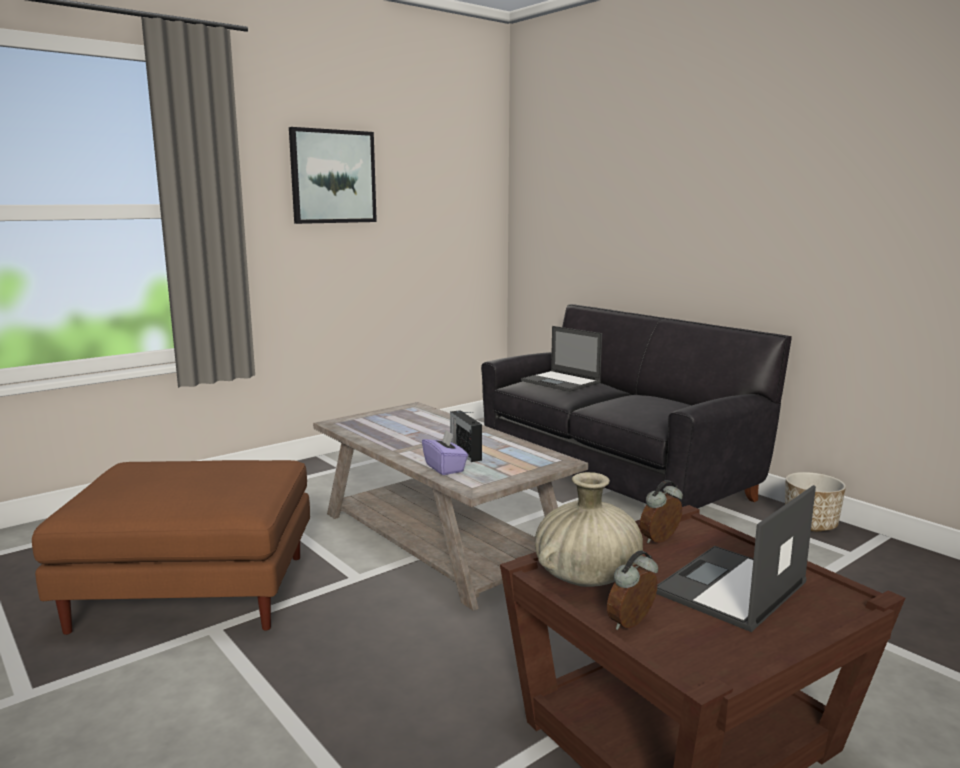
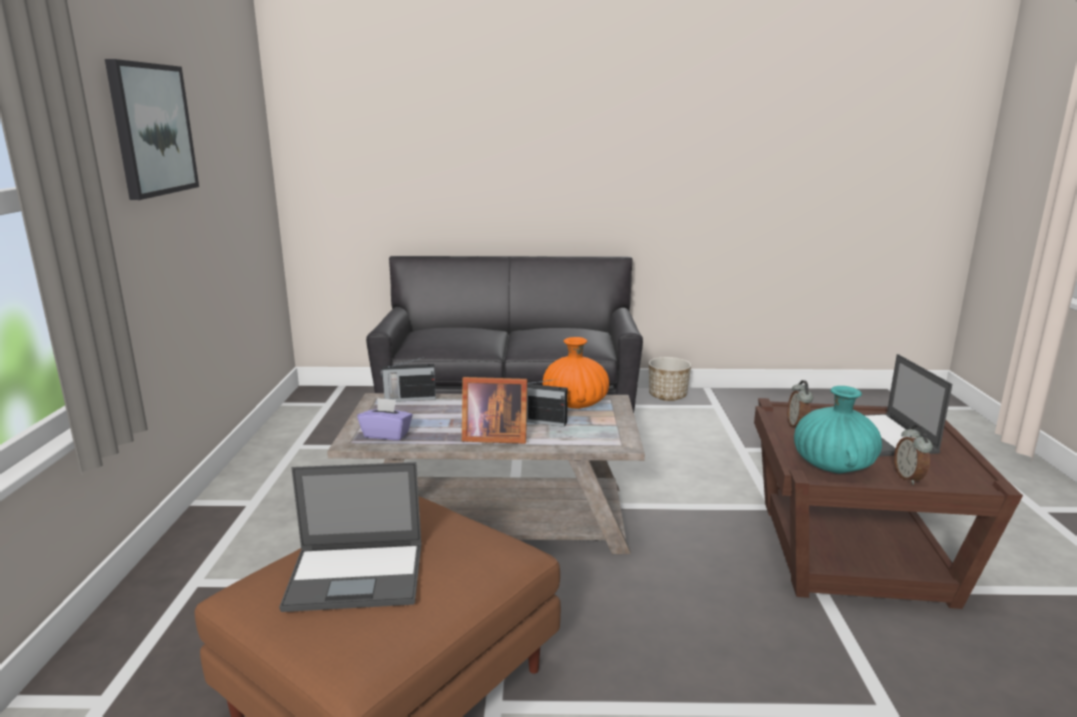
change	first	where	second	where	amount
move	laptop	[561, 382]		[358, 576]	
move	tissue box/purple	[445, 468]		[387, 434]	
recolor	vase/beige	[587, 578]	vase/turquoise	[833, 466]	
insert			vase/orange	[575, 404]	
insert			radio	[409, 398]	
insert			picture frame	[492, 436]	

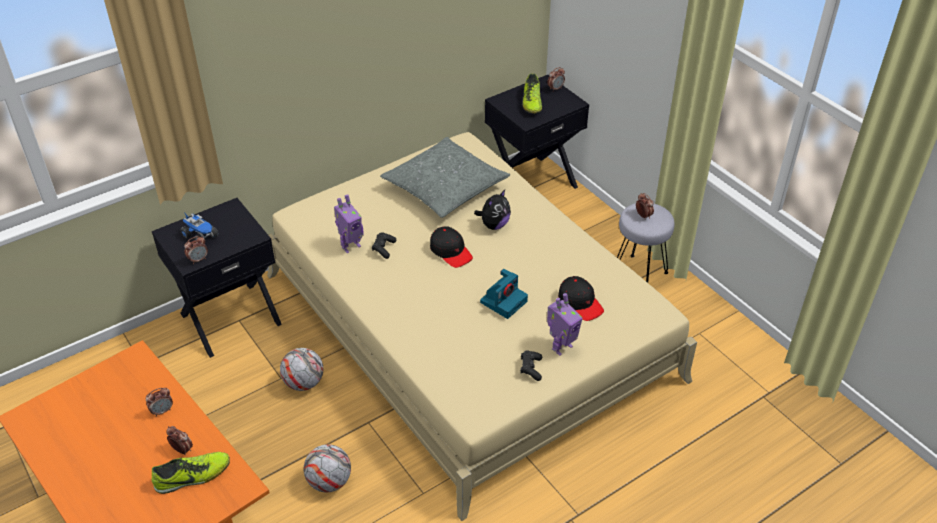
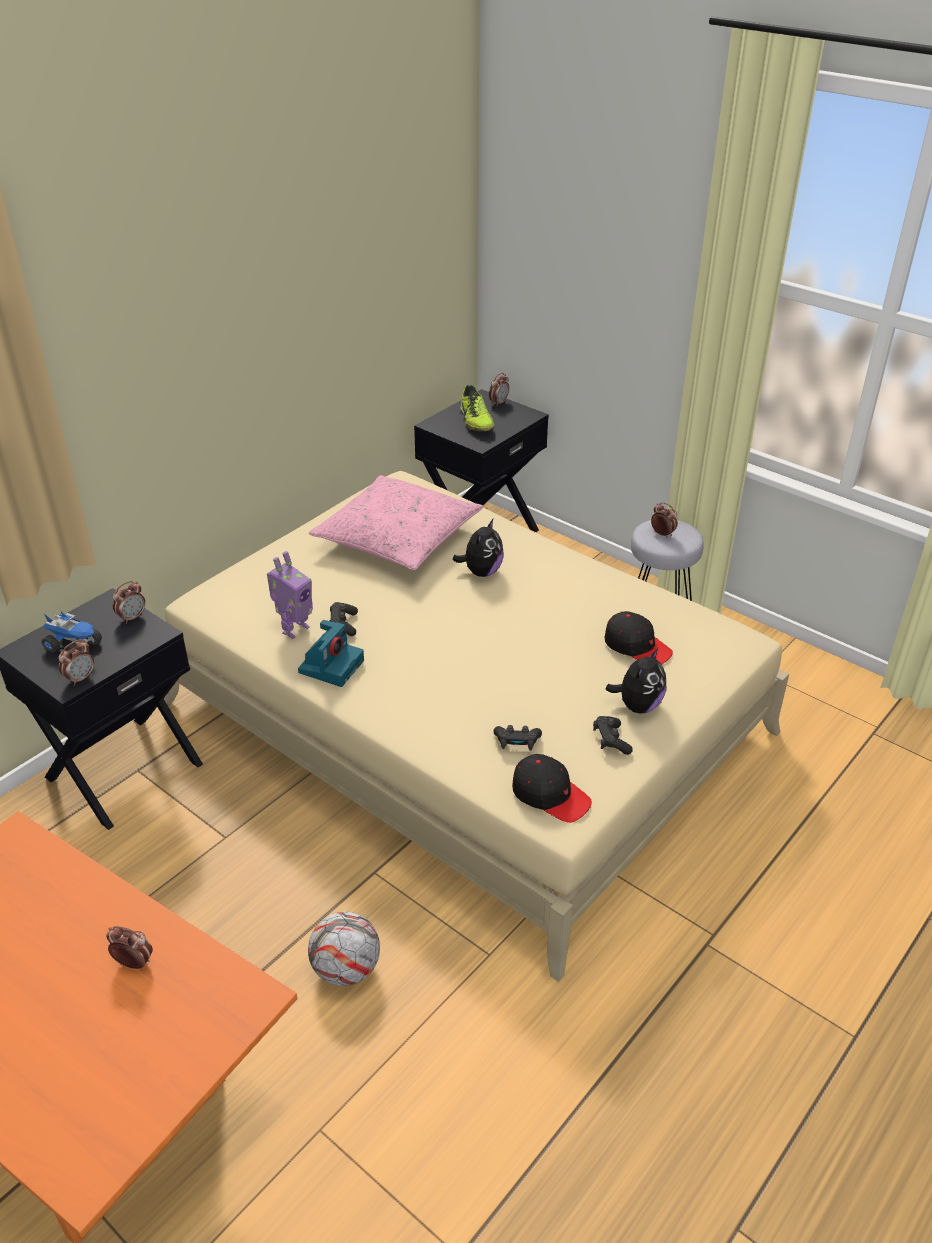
change	first	where	second	where	amount
recolor	pillow/grey	[445, 187]	pillow/pink	[397, 537]	
move	cap/black	[451, 251]		[550, 795]	
move	photo camera	[504, 301]		[331, 665]	
replace	toy robot	[561, 347]	plush toy	[638, 705]	
delete	football	[304, 383]			
move	alarm clock	[162, 411]		[132, 617]	
delete	shoe	[193, 477]			
insert			game controller/black	[517, 743]	

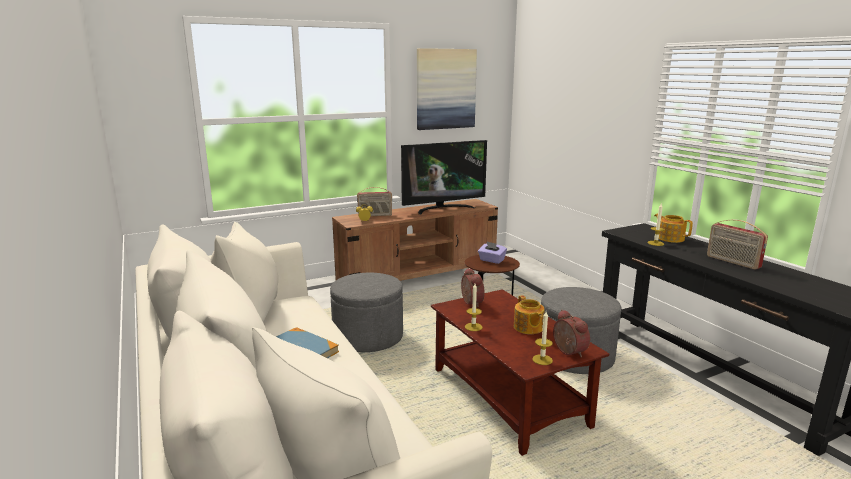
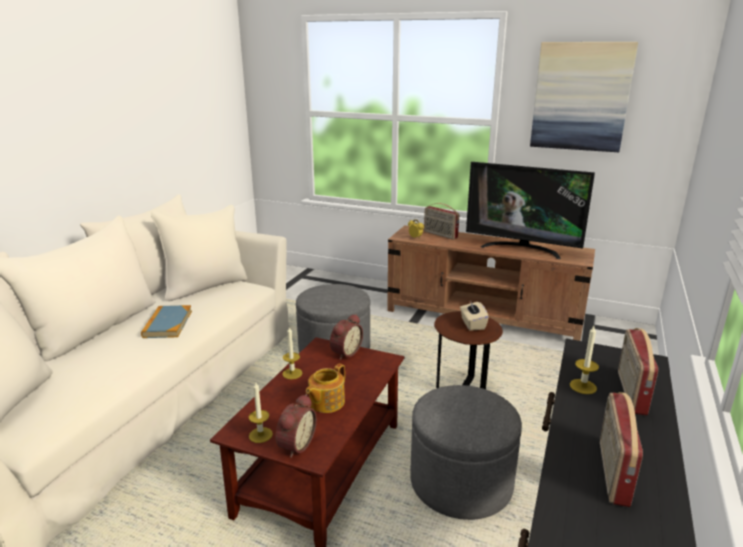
change	first	where	second	where	amount
replace	teapot	[670, 238]	radio	[630, 392]	
recolor	tissue box/purple	[491, 260]	tissue box/beige	[472, 324]	

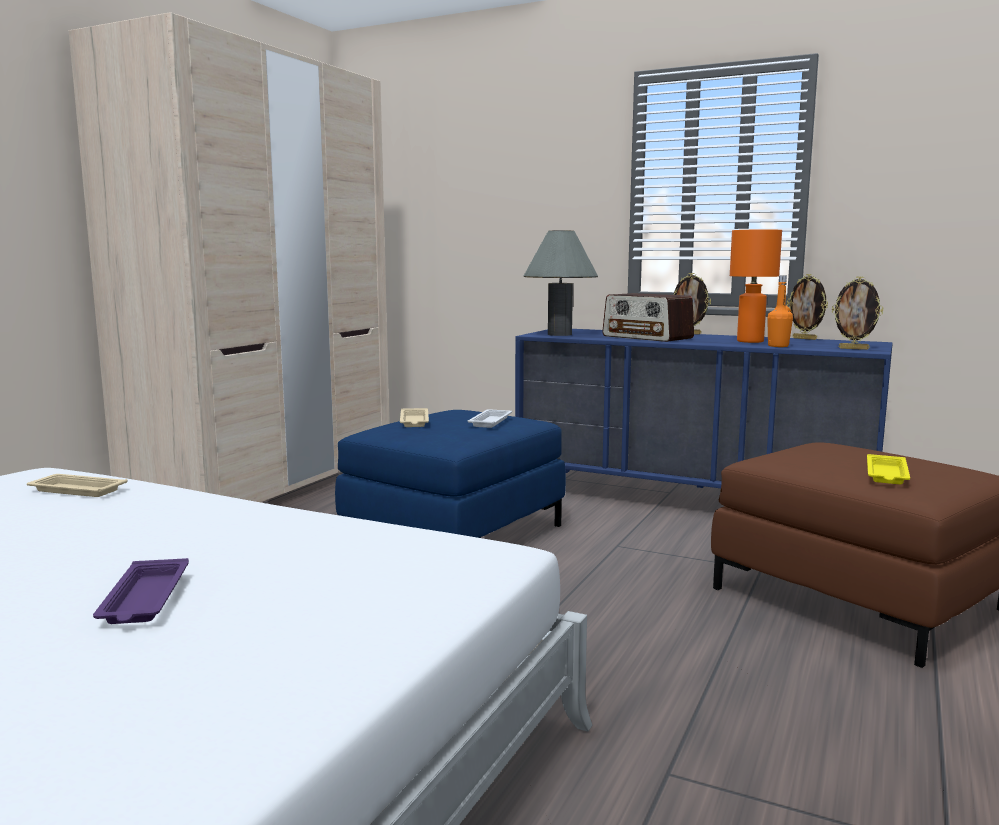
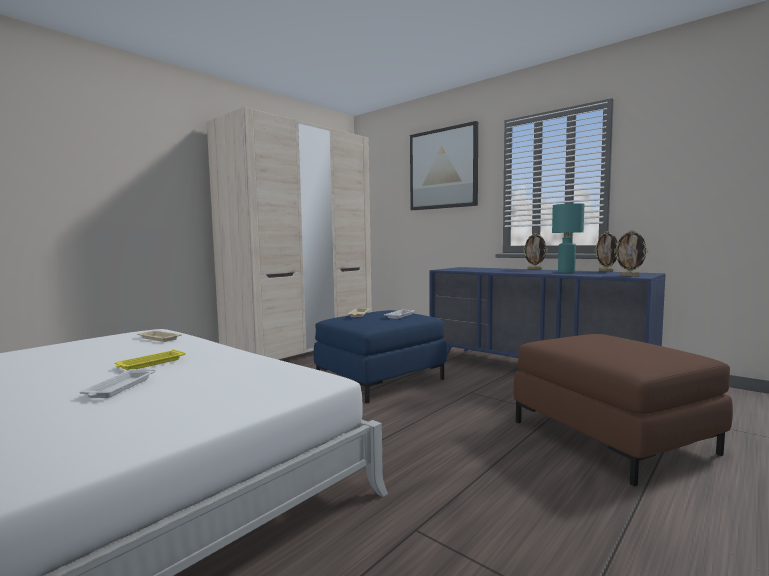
change	first	where	second	where	amount
recolor	table lamp/orange	[750, 341]	table lamp/turquoise	[566, 272]	
delete	table lamp/grey	[559, 334]			
delete	bottle/orange	[778, 346]			
delete	radio	[647, 337]			
move	tray/yellow	[886, 475]		[150, 363]	
recolor	tray/purple	[144, 599]	tray/white	[119, 387]	
insert			picture	[443, 169]	

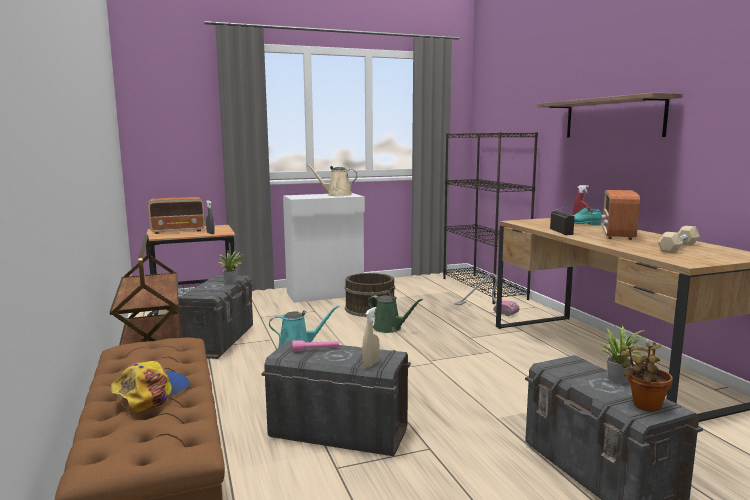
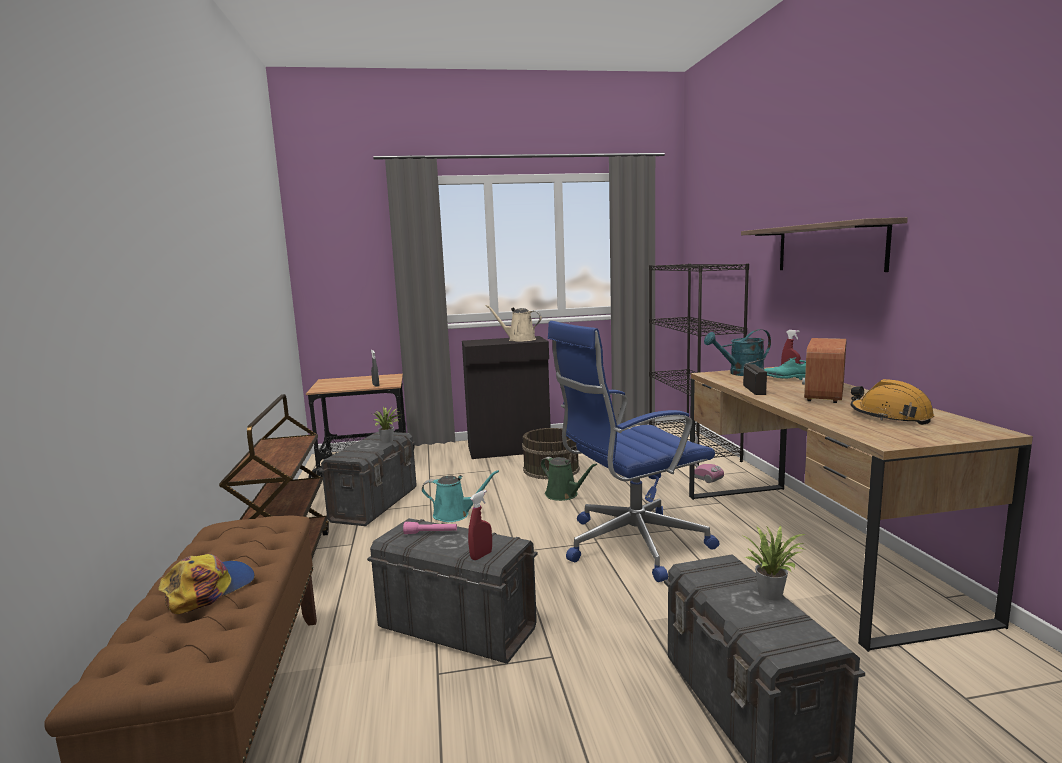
change	first	where	second	where	amount
recolor	cabinet/white	[326, 294]	cabinet/black	[509, 449]	
delete	radio	[178, 231]			
replace	dumbbell/beige	[678, 247]	hard hat/orange	[890, 416]	
recolor	spray bottle/beige	[371, 364]	spray bottle/red	[481, 555]	
delete	potted plant	[644, 405]			
insert			office chair/blue	[630, 545]	
insert			watering can/turquoise	[741, 373]	

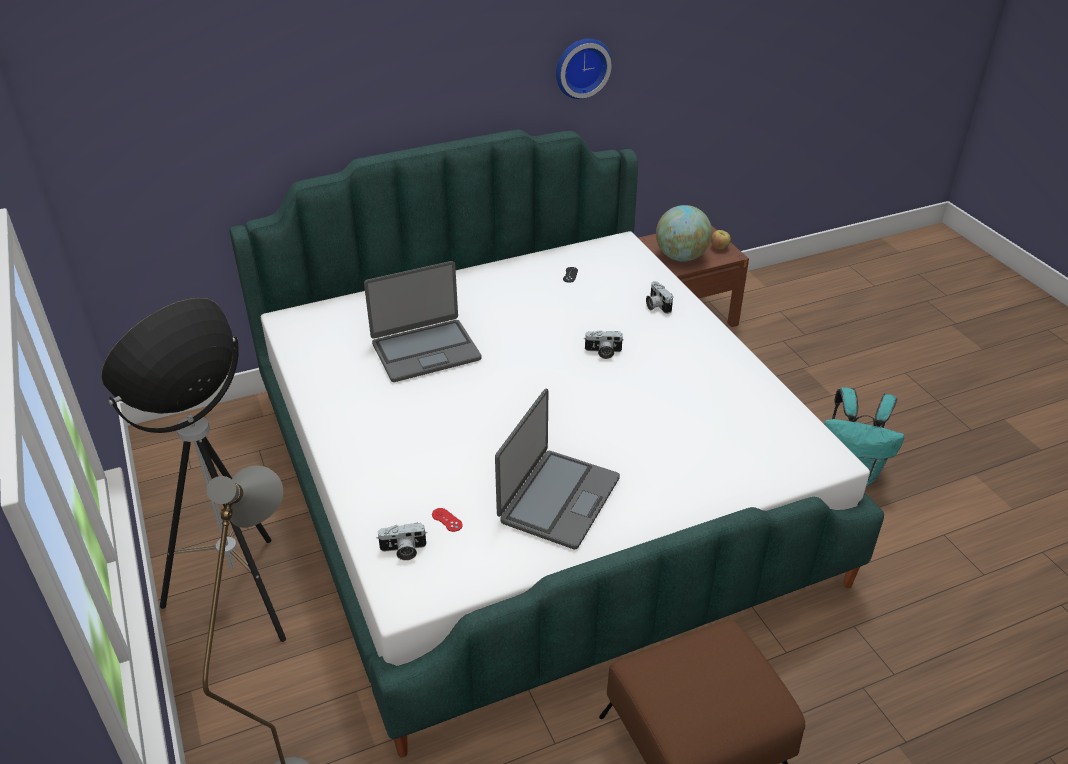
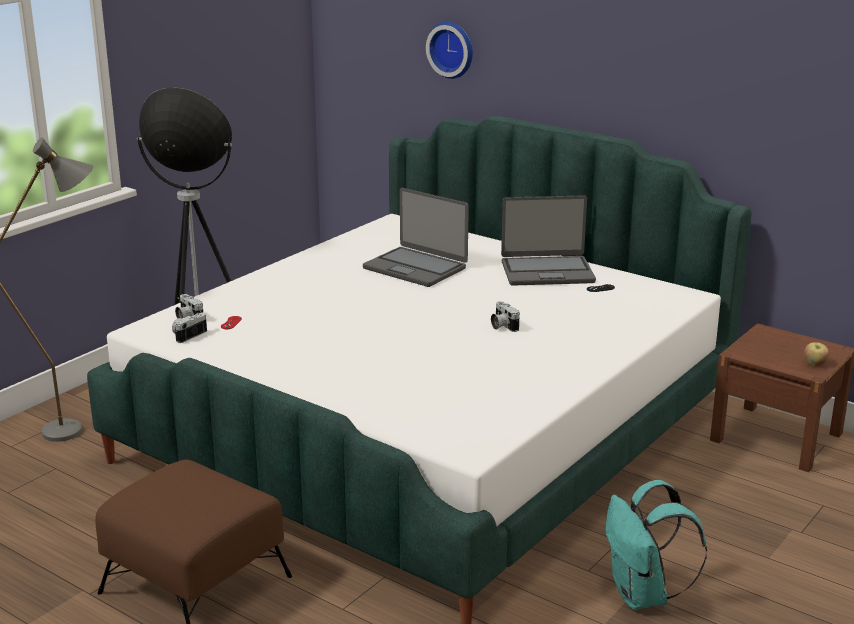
change	first	where	second	where	amount
move	wall clock	[581, 67]		[452, 49]	
delete	globe	[681, 257]			
move	photo camera	[656, 305]		[188, 335]	
move	laptop	[558, 499]		[547, 272]	

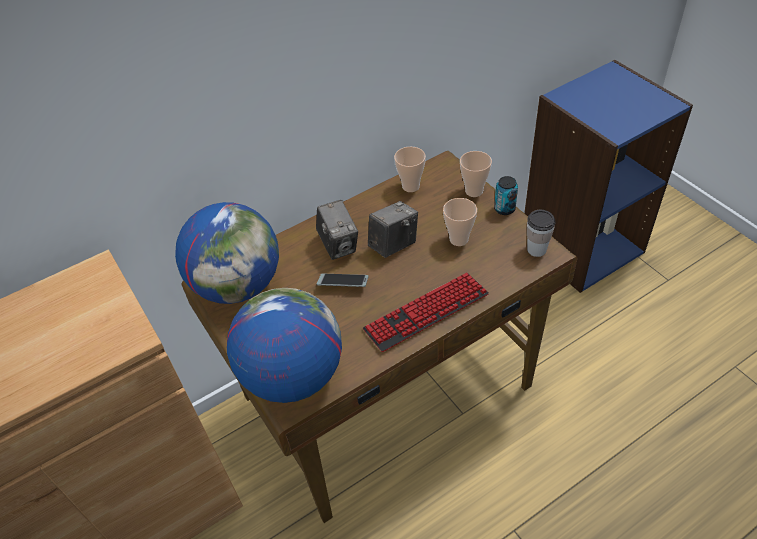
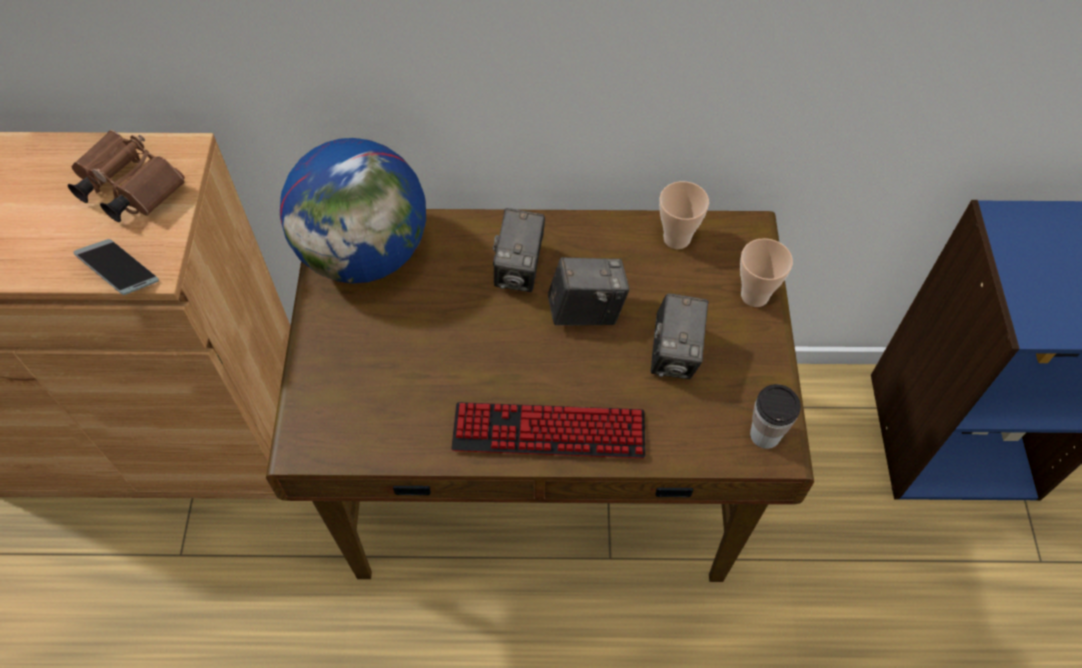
change	first	where	second	where	amount
delete	can	[504, 209]			
replace	cup	[459, 239]	photo camera	[674, 355]	
move	phone	[343, 283]		[119, 271]	
delete	globe	[292, 375]			
insert			binoculars/brown	[128, 188]	

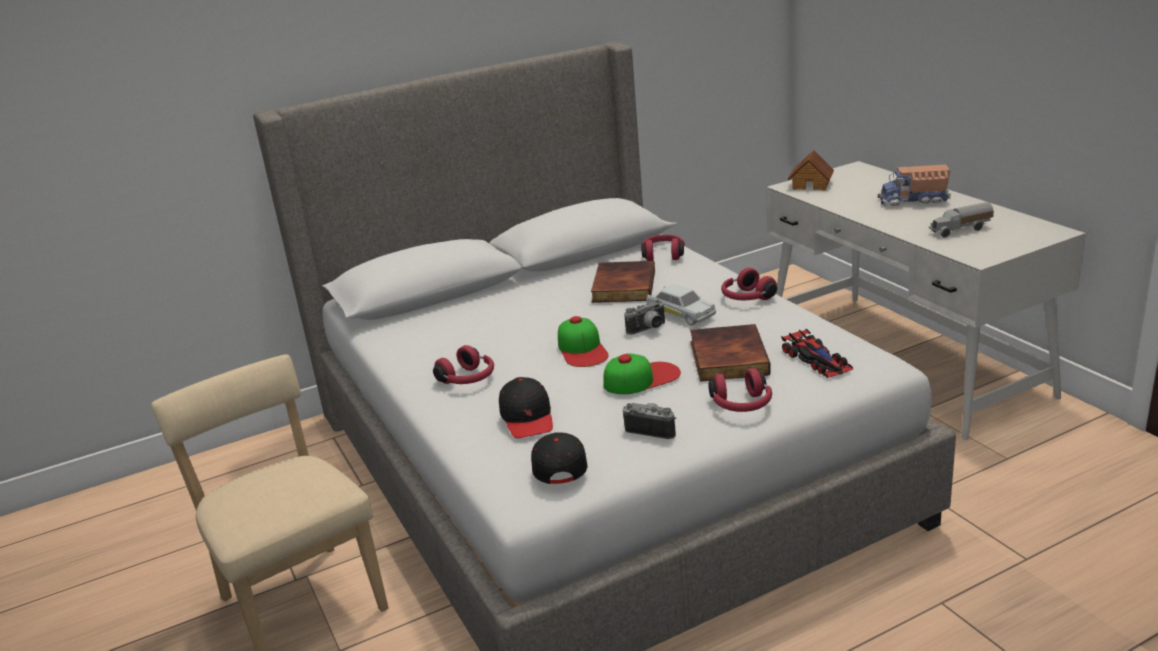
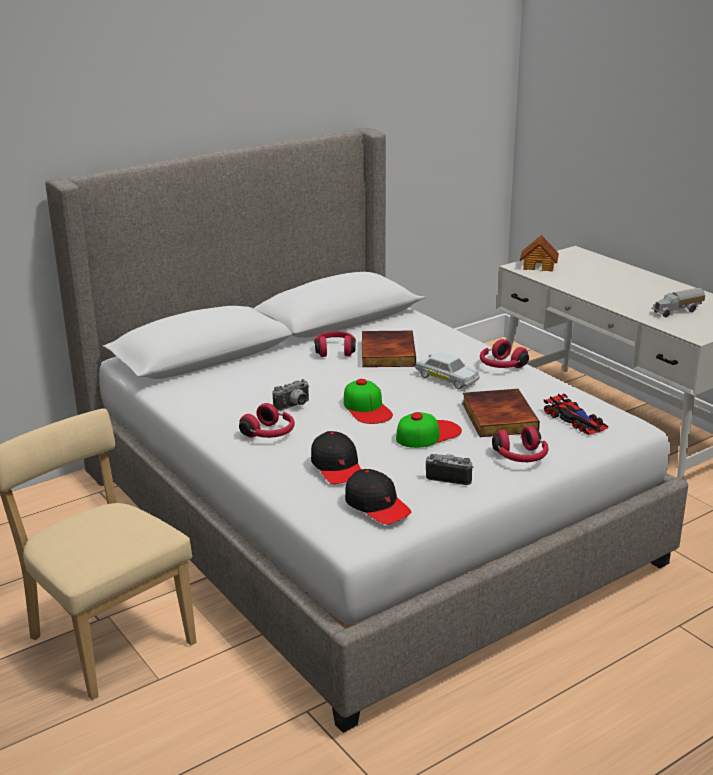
change	first	where	second	where	amount
delete	toy truck	[914, 201]			
move	headphones/red	[663, 255]		[335, 351]	
move	photo camera	[648, 330]		[294, 406]	
rotate	cap/black	[558, 464]		[377, 505]	150 degrees clockwise

